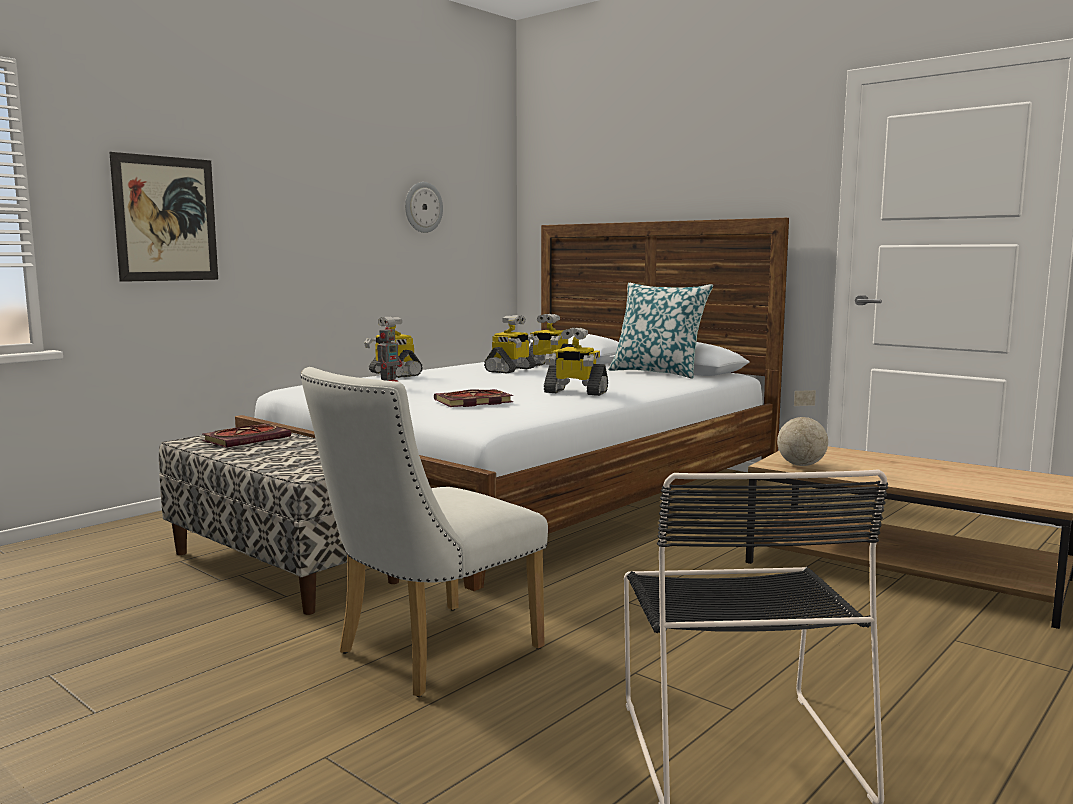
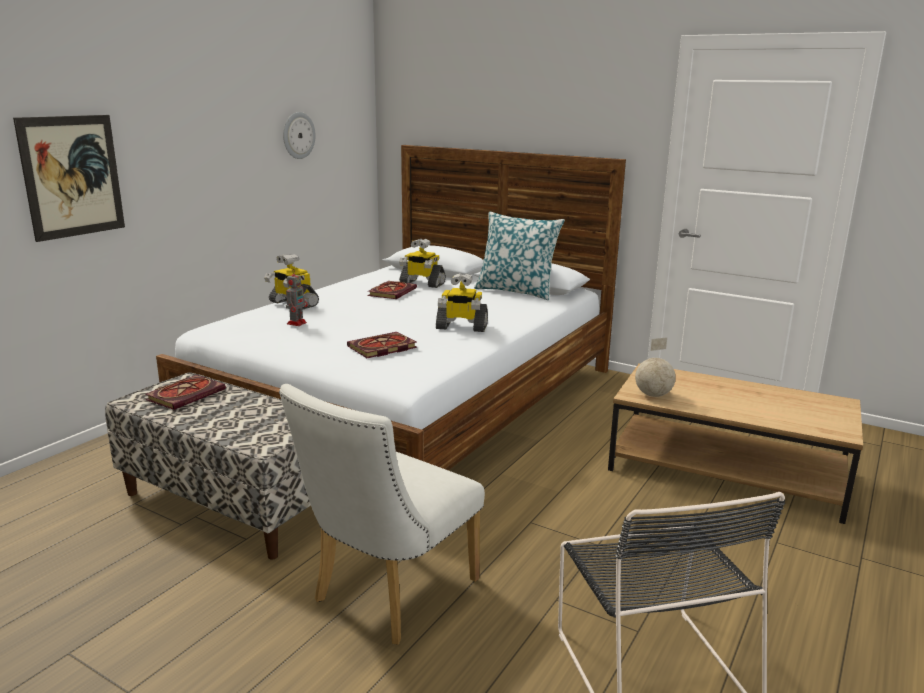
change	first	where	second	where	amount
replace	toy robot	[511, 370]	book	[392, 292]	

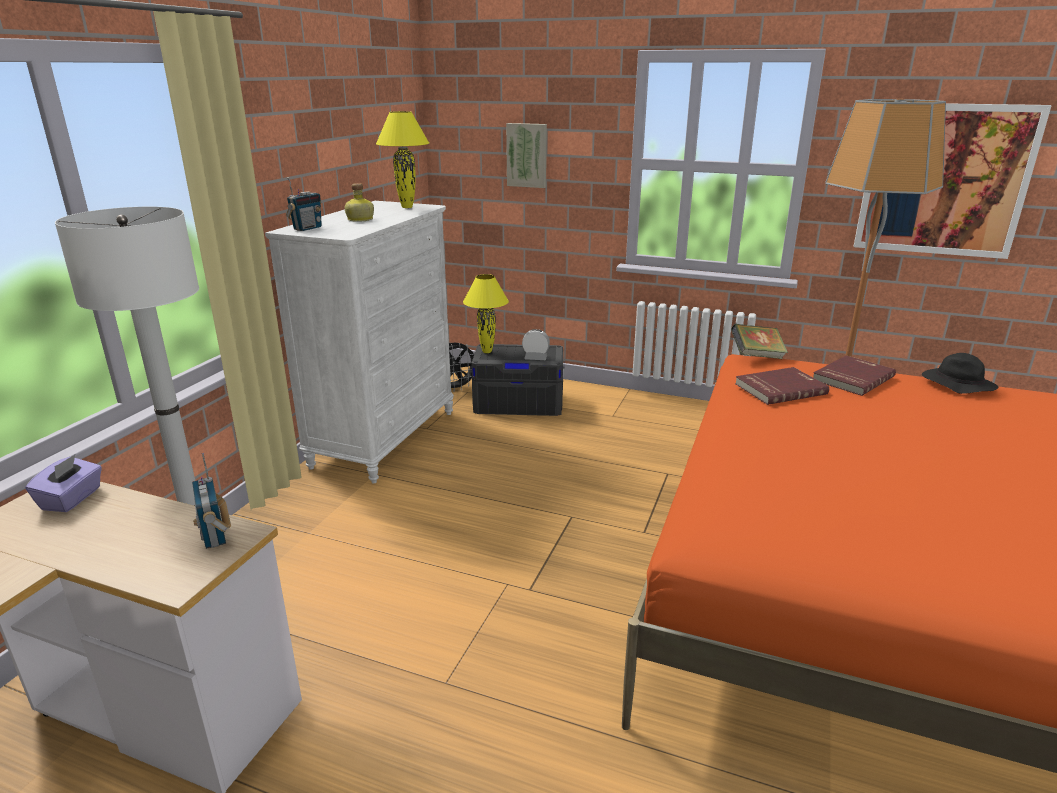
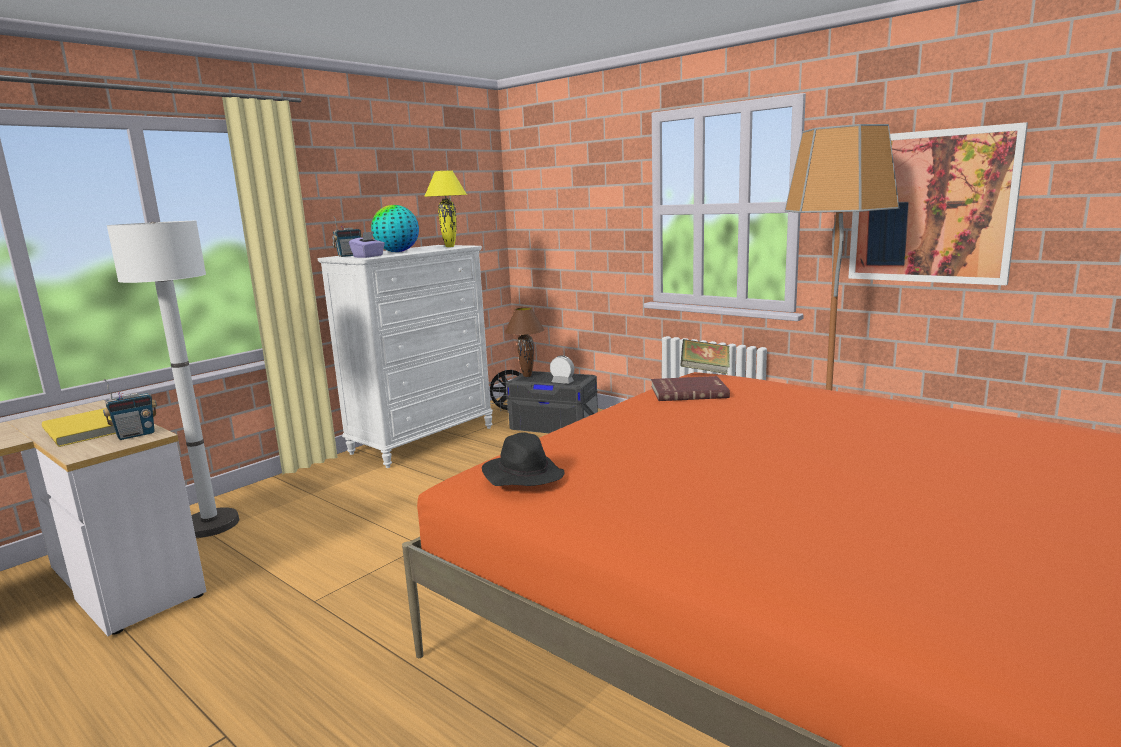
change	first	where	second	where	amount
delete	picture	[527, 155]			
replace	bottle	[359, 219]	globe	[397, 252]	
recolor	table lamp/yellow	[487, 352]	table lamp/brown	[527, 376]	
move	hat/black	[956, 385]		[523, 476]	
delete	book/red	[851, 378]			
rotate	radio	[215, 536]		[136, 435]	120 degrees counterclockwise
move	tissue box/purple	[72, 499]		[368, 256]	
insert			book/yellow	[86, 430]	

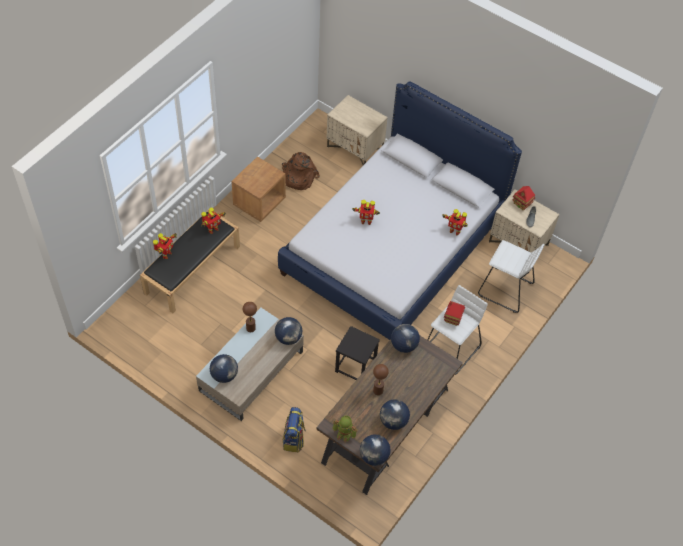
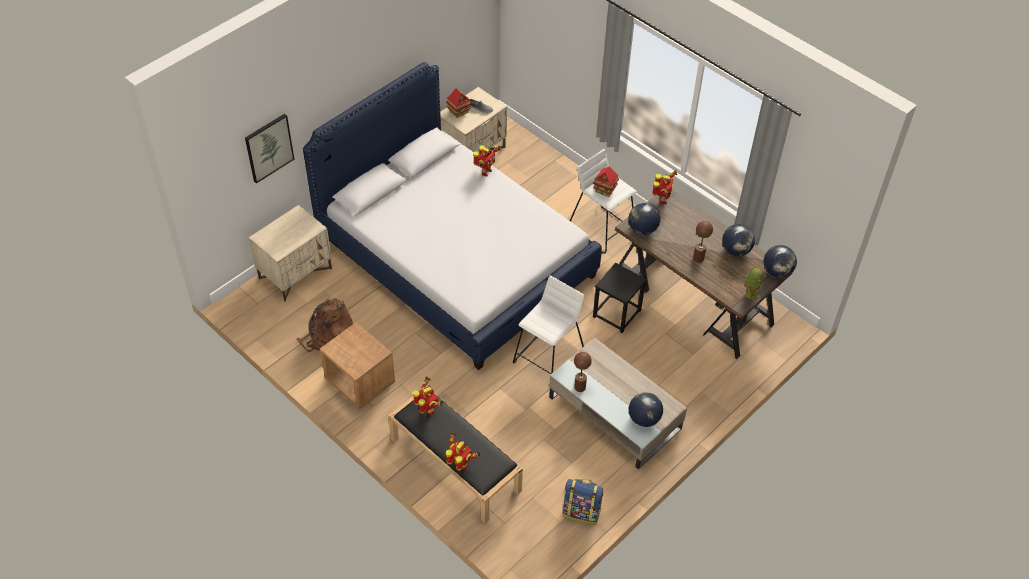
change	first	where	second	where	amount
move	toy robot	[366, 221]		[662, 200]	
move	stool/white	[505, 290]		[548, 358]	
delete	globe	[288, 338]			
move	backpack	[294, 439]		[582, 512]	
insert			picture	[269, 147]	

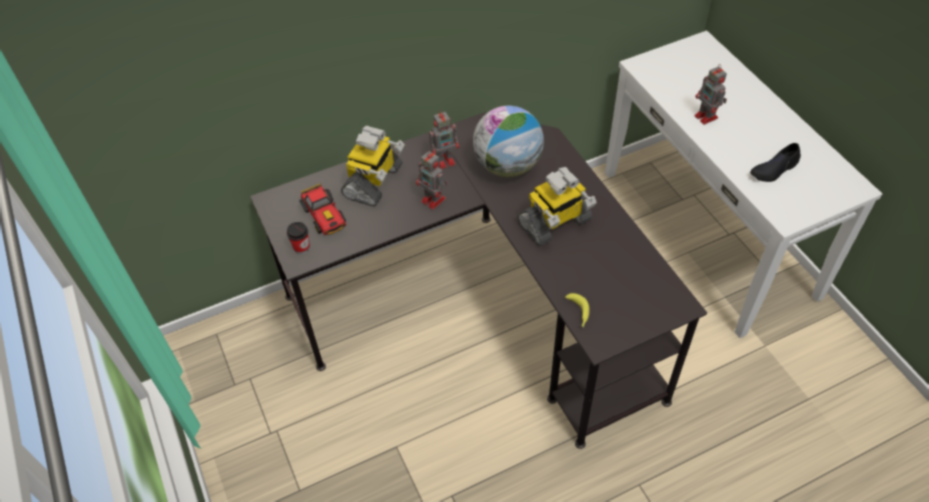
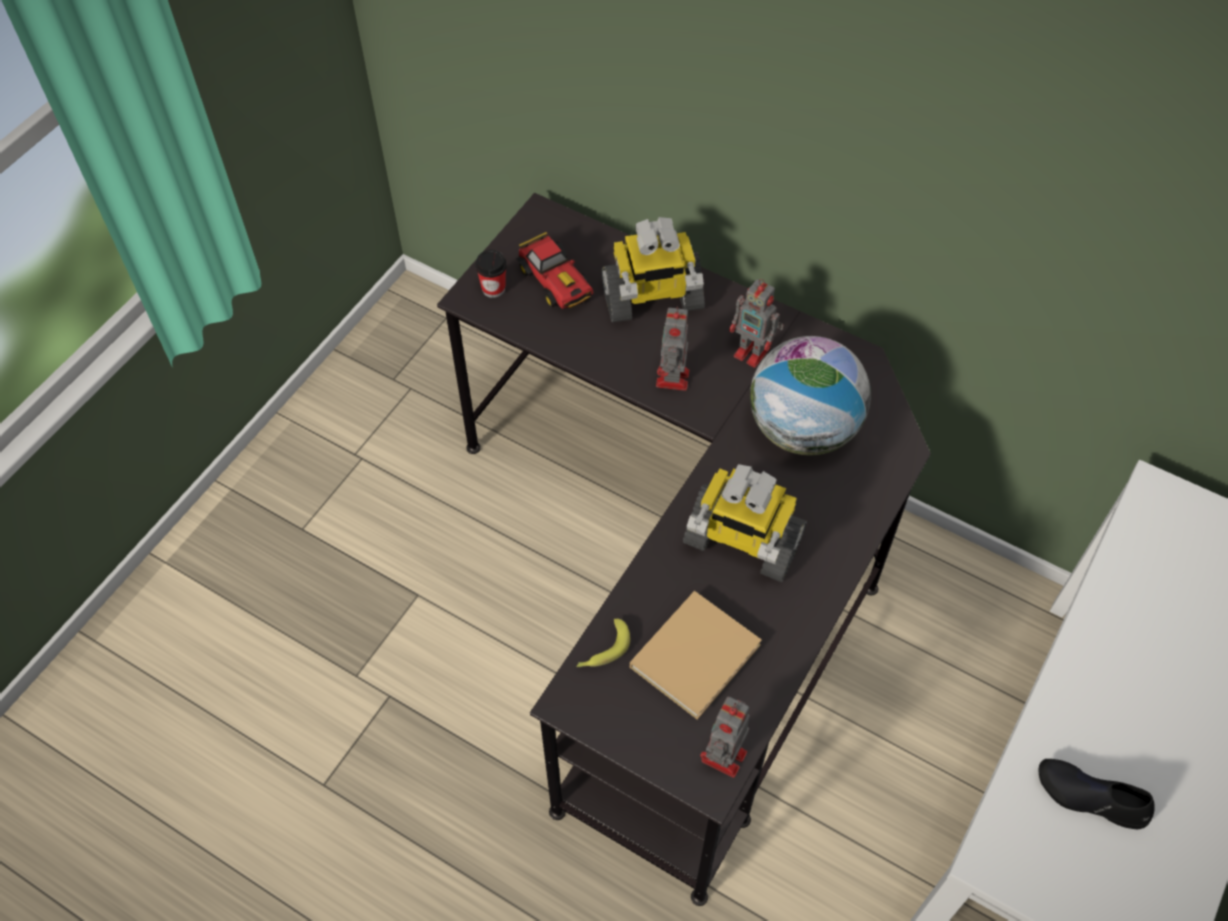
change	first	where	second	where	amount
move	toy robot	[707, 117]		[723, 758]	
rotate	toy car	[325, 217]		[556, 283]	60 degrees counterclockwise
insert			book/beige	[697, 653]	

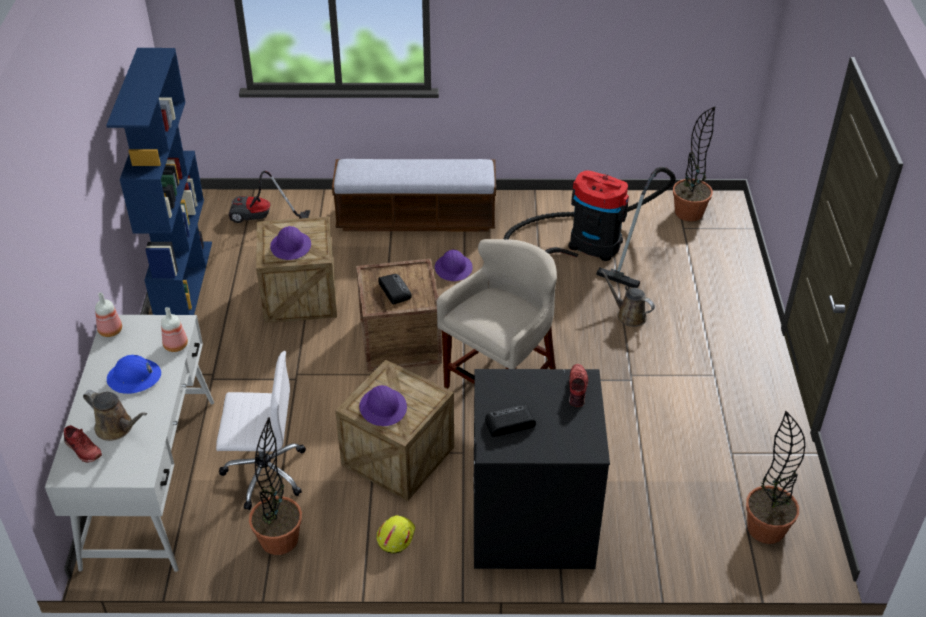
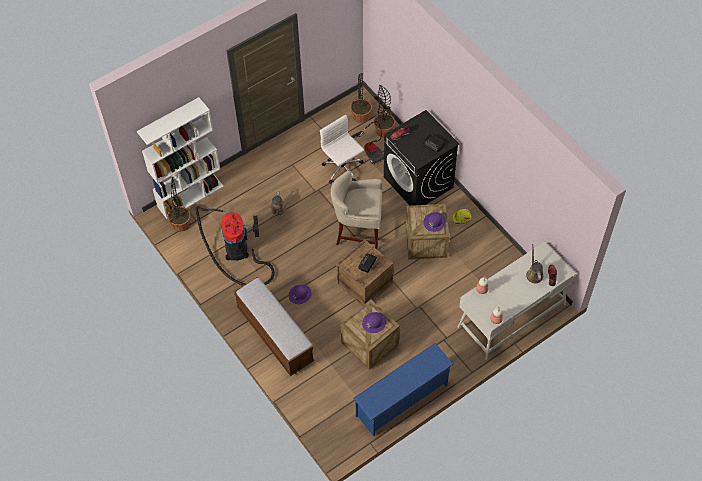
change	first	where	second	where	amount
replace	bookcase/blue	[184, 282]	shoe rack/blue	[402, 401]	
move	vacuum cleaner	[261, 219]		[371, 150]	
move	office chair/white	[264, 472]		[343, 169]	
delete	hard hat/blue	[134, 377]			
move	potted plant	[279, 539]		[383, 131]	
insert			bookcase/white	[190, 196]	

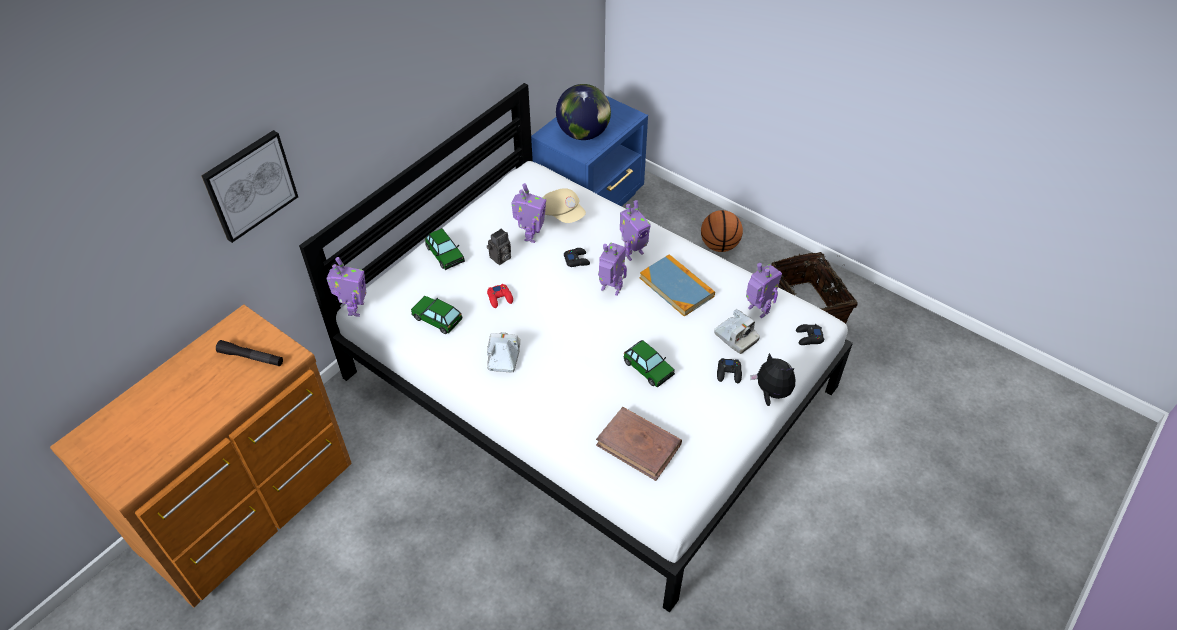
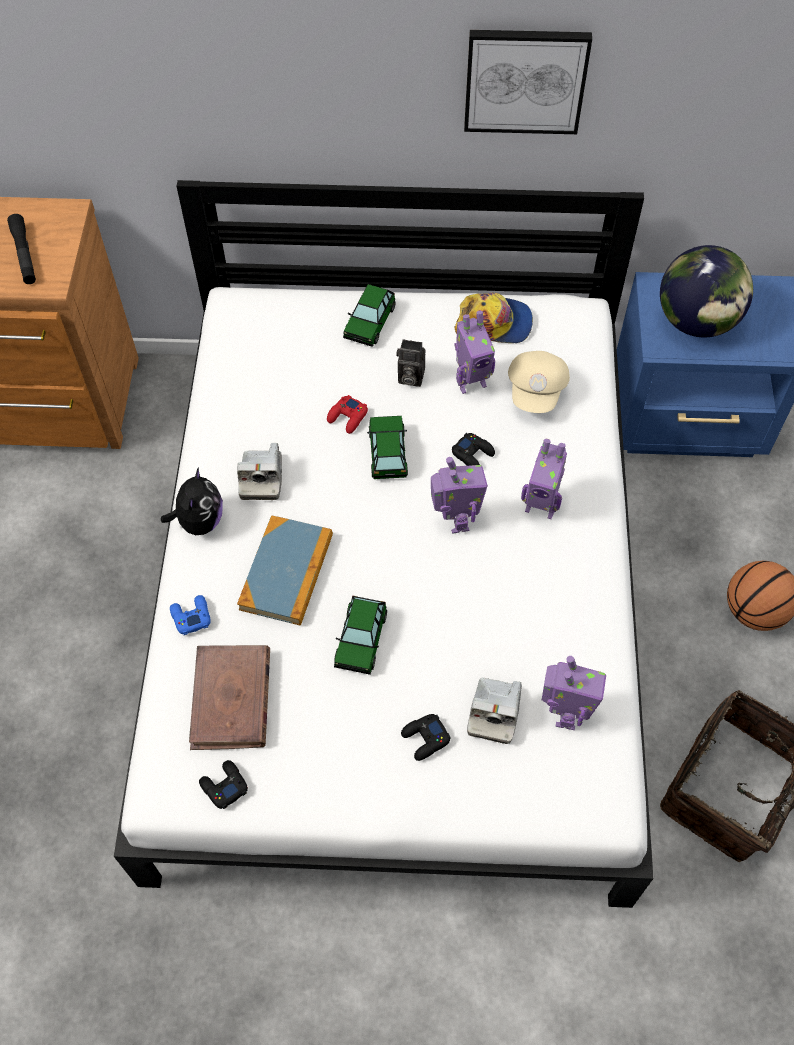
change	first	where	second	where	amount
move	picture	[250, 185]		[525, 80]	
move	book	[676, 287]		[287, 572]	
delete	toy robot	[354, 309]			
move	toy car	[437, 318]		[388, 453]	
move	game controller/black	[808, 337]		[224, 786]	
rotate	photo camera	[504, 357]		[261, 478]	120 degrees clockwise
move	plush toy	[771, 393]		[199, 521]	
insert			cap	[494, 323]	
insert			game controller/blue	[191, 616]	

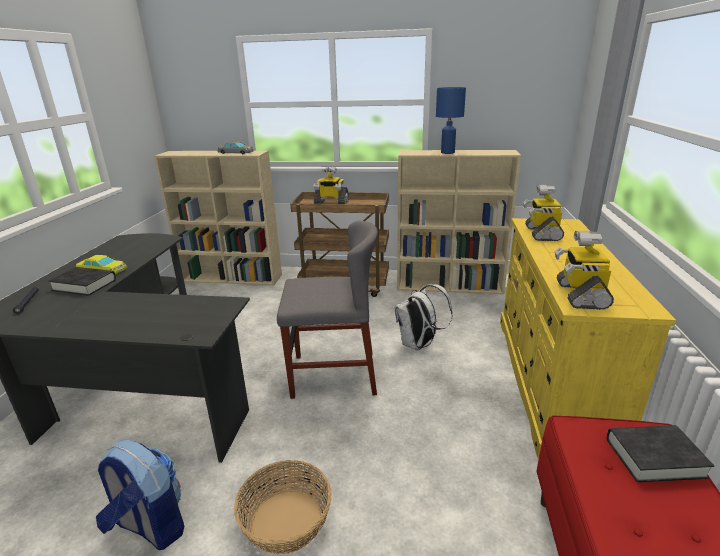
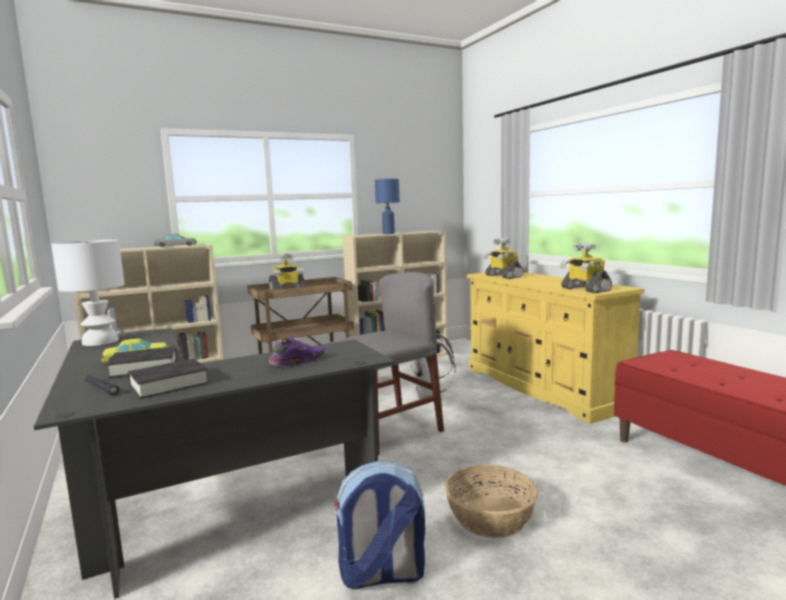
change	first	where	second	where	amount
move	book/black	[654, 457]		[169, 384]	
insert			table lamp/white	[99, 342]	
insert			shoe/purple	[297, 361]	

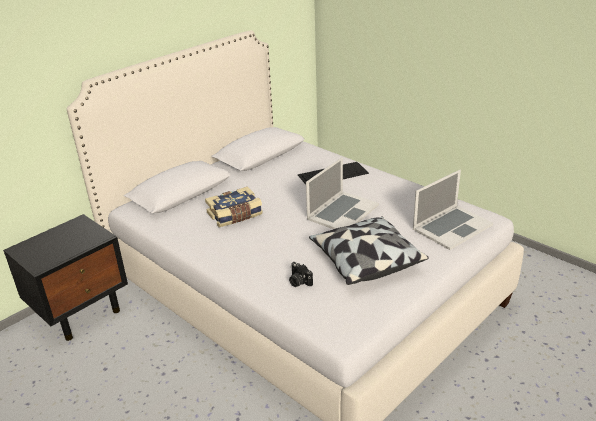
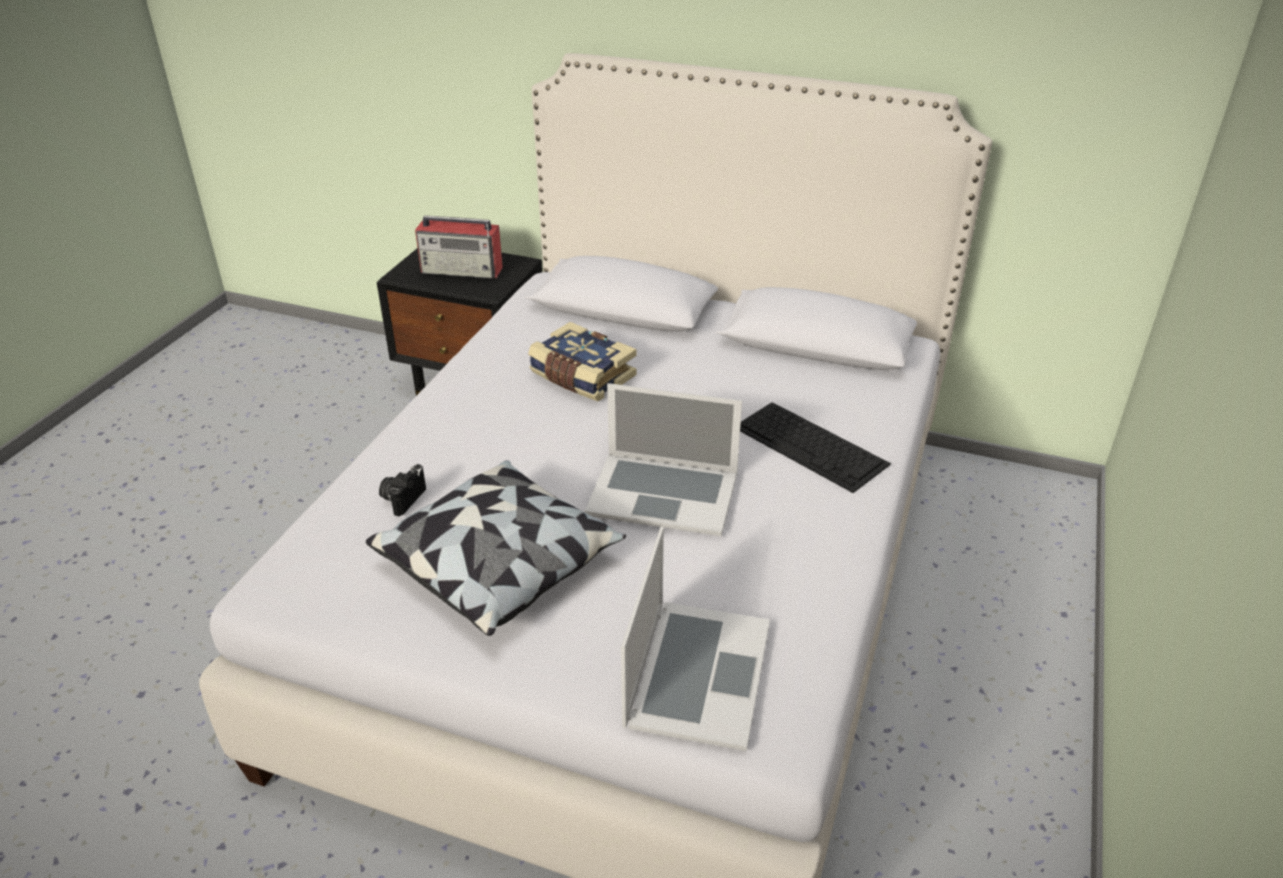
change	first	where	second	where	amount
rotate	laptop	[452, 227]		[697, 672]	105 degrees counterclockwise
insert			radio	[463, 270]	

